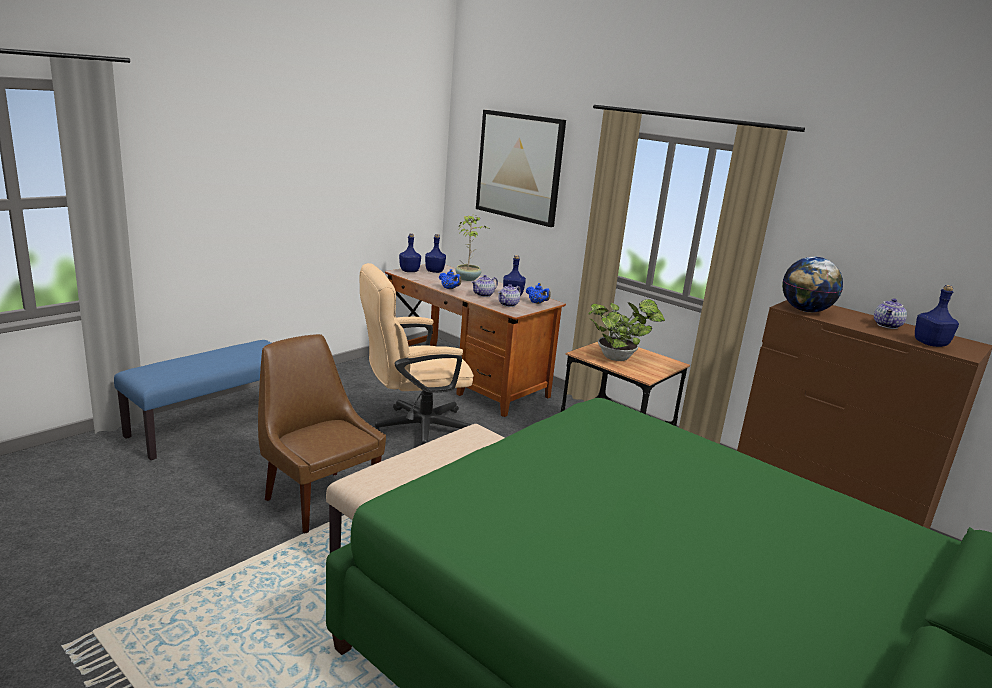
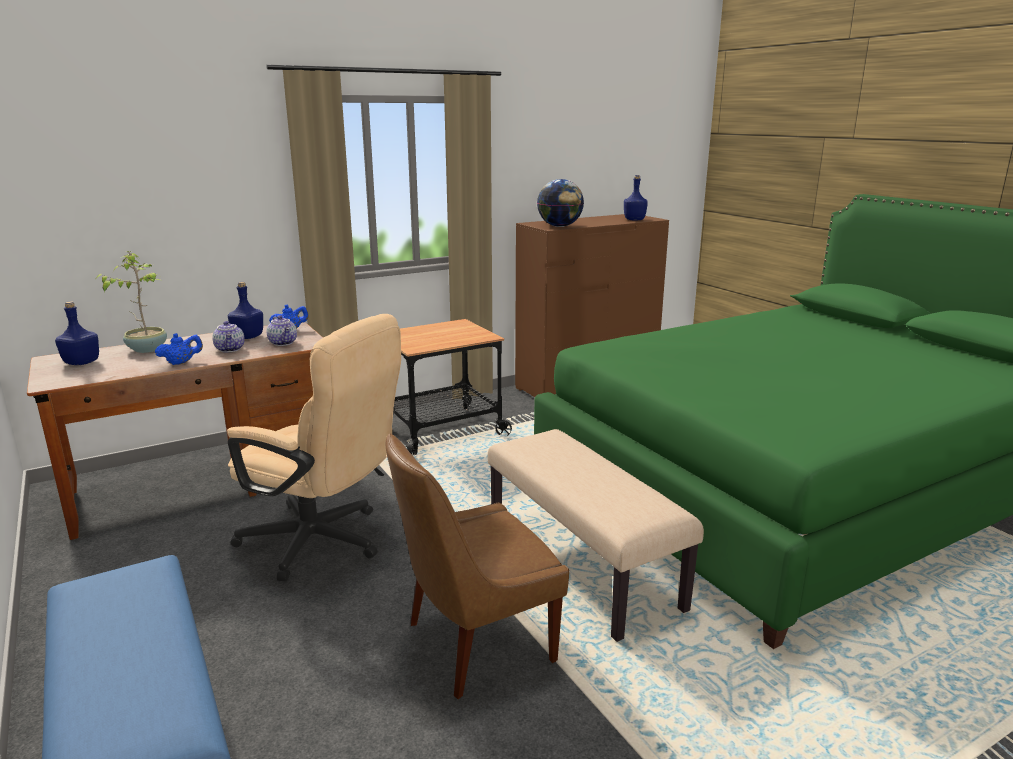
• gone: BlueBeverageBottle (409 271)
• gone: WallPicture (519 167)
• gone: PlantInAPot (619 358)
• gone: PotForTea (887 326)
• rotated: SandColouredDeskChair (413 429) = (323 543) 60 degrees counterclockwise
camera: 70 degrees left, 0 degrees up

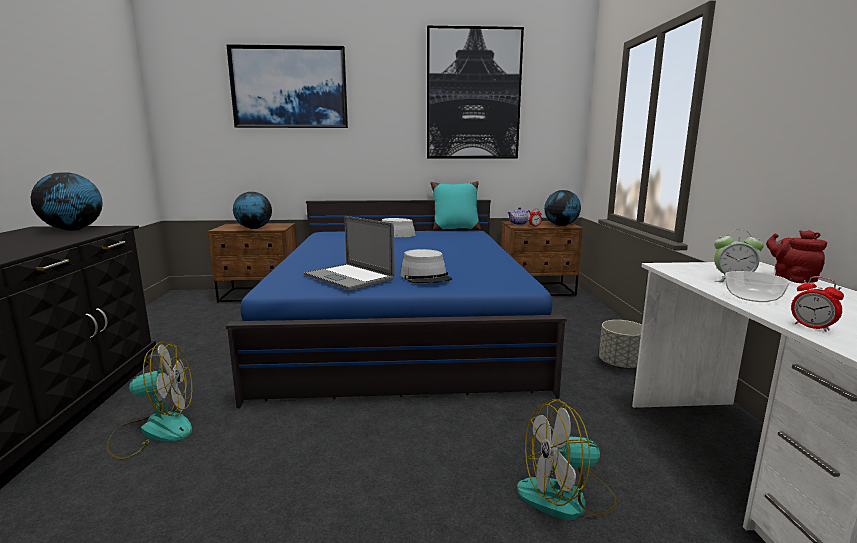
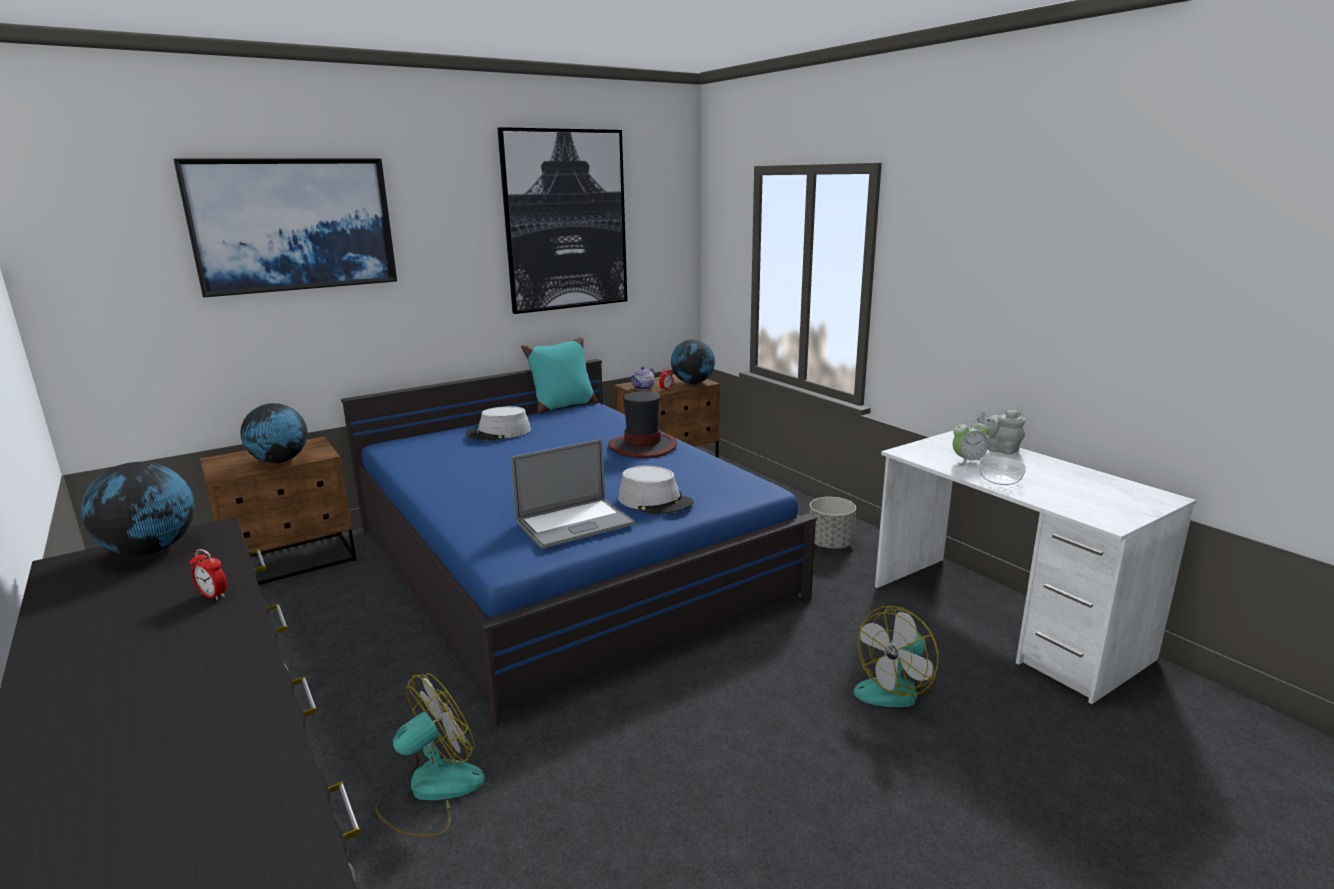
• new: Hat (643 446)
• shifted: TableClock (812 327) to (213 595)
• repainted: ReddishPotForTea (791 279) to GreyishPotForTea (1000 449)
• rotated: NotebookComputer (349 277) = (574 523) 45 degrees counterclockwise
camera: 30 degrees left, 5 degrees up

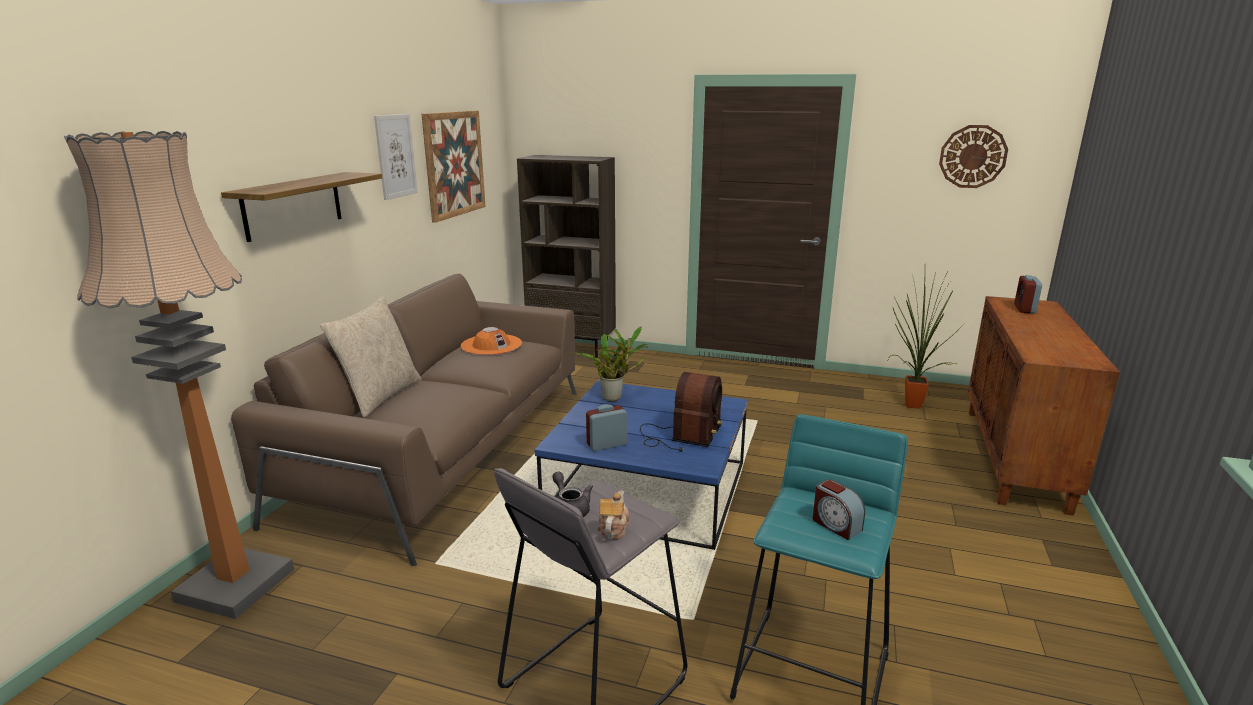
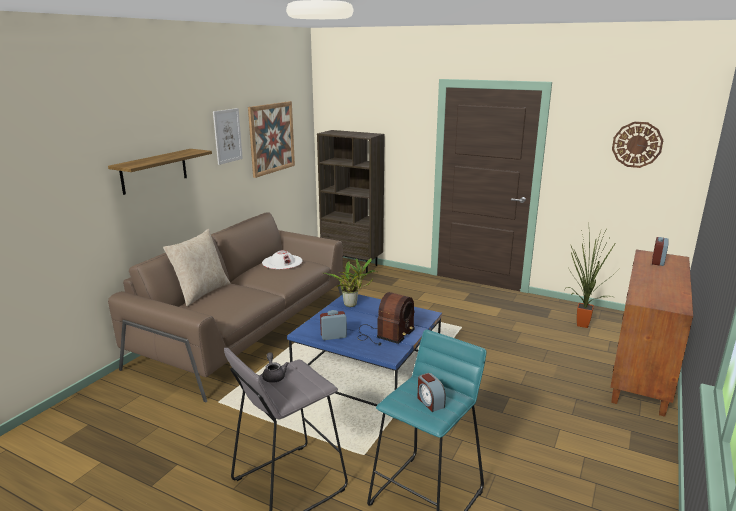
• gone: FloorLamp (235 585)
• gone: PotForTea (613 528)
• repainted: OrangeyHat (491 345) to WhiteHat (282 262)
camera: 10 degrees right, 0 degrees up

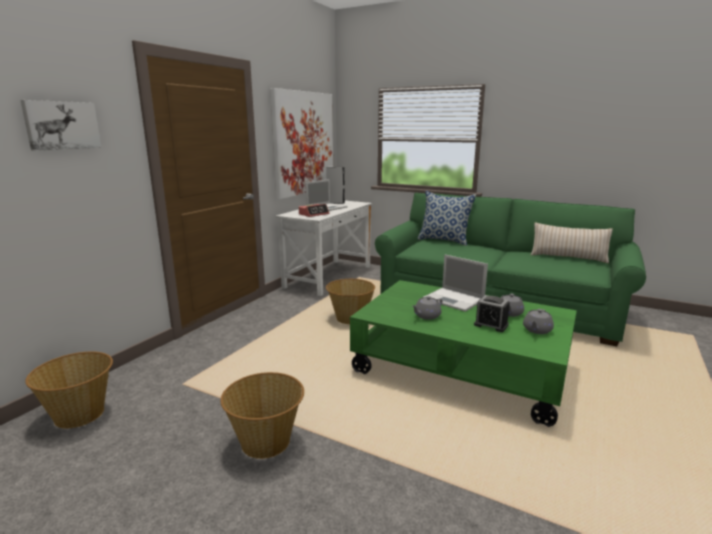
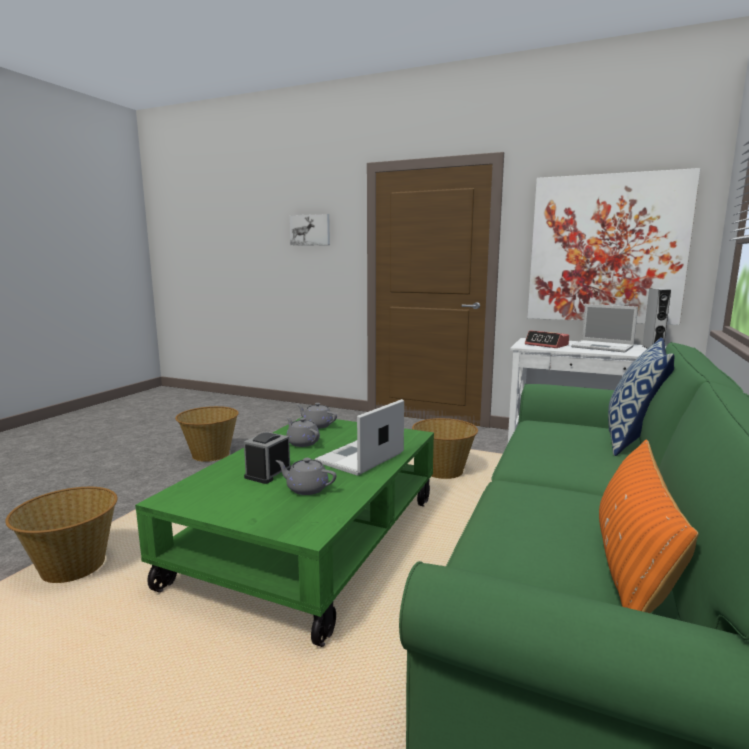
• shifted: HouseholdBasket (80 414) to (72 568)
• shifted: GreyishPotForTea (537 330) to (317 425)
• repainted: SandColouredCushion (568 257) to OrangeyCushion (631 564)
camera: 85 degrees right, 5 degrees down

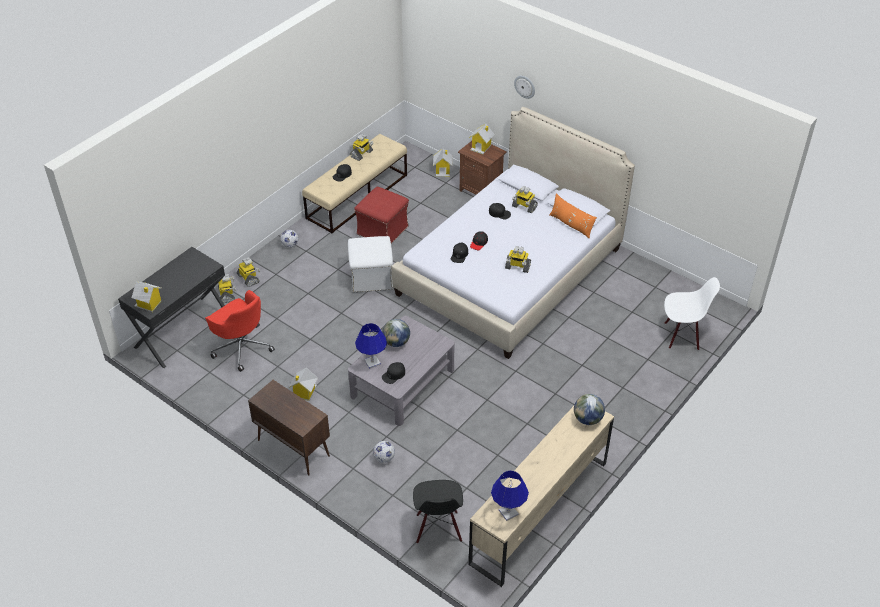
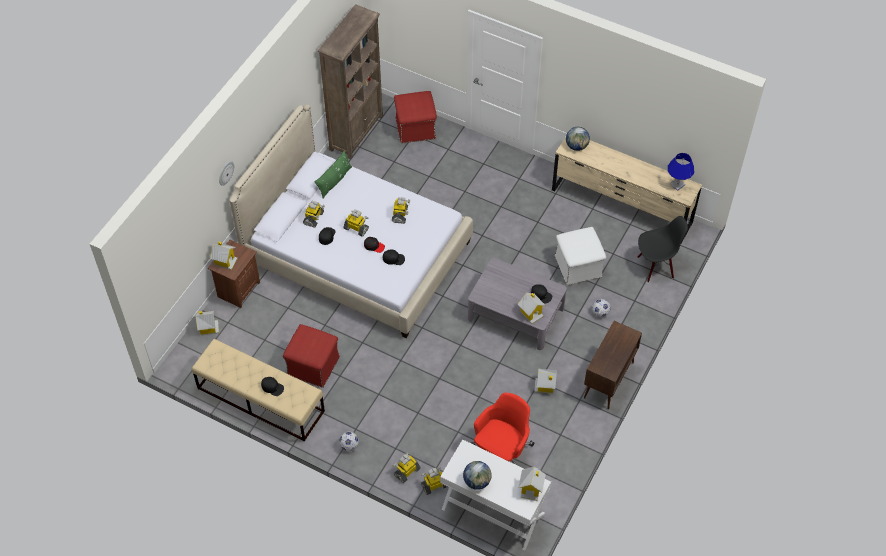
• new: BrownColouredBookshelf (356 132)
• shifted: WhiteOttoman (371 278) to (578 267)
• shifted: ToyRobot (361 154) to (356 228)
• shifted: Globe (396 342) to (477 481)
• swapped: BlueLampForATable (372 362) to ModelHouse (531 313)
• swapped: WhitePlainChair (682 335) to ReddishOttoman (416 128)
• repainted: BlackishDeskTable (182 331) to WhiteDeskTable (492 511)
• repainted: OrangeyCushion (571 225) to GreenishCushion (334 181)
camera: 100 degrees left, 10 degrees up

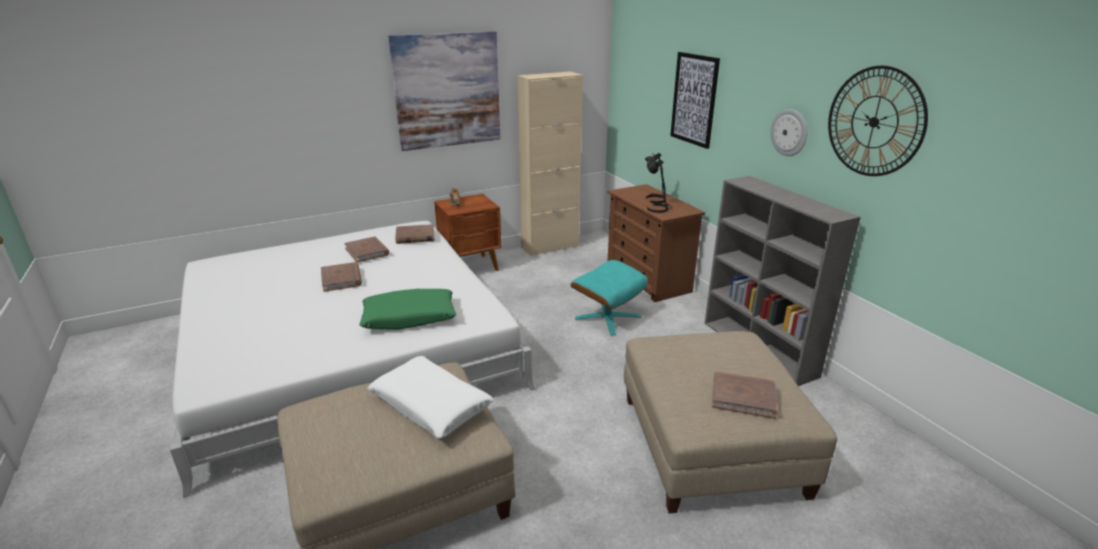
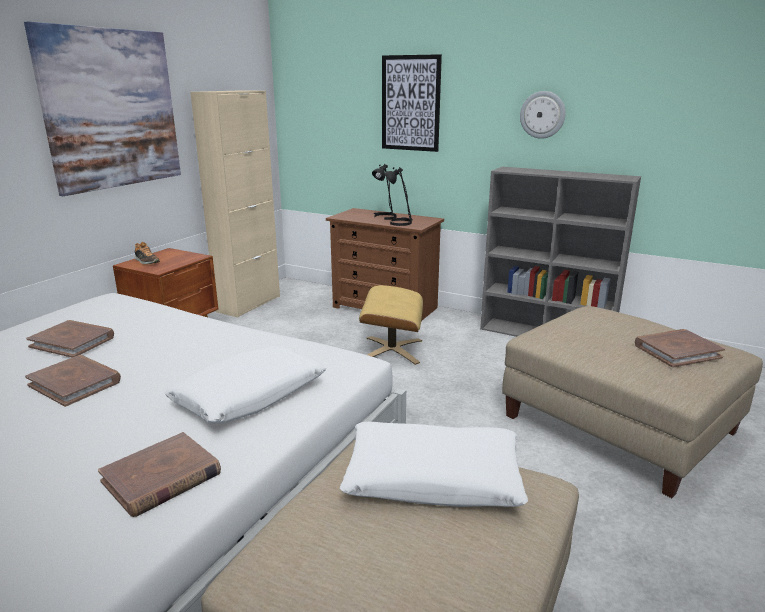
• gone: WallClock (874 122)
• shifted: BrownColouredBook (415 236) to (161 478)
• repainted: GreenishCushion (409 318) to WhiteCushion (250 396)
• repainted: TurquoiseOttoman (607 317) to SandColouredOttoman (391 350)
camera: 35 degrees left, 5 degrees down

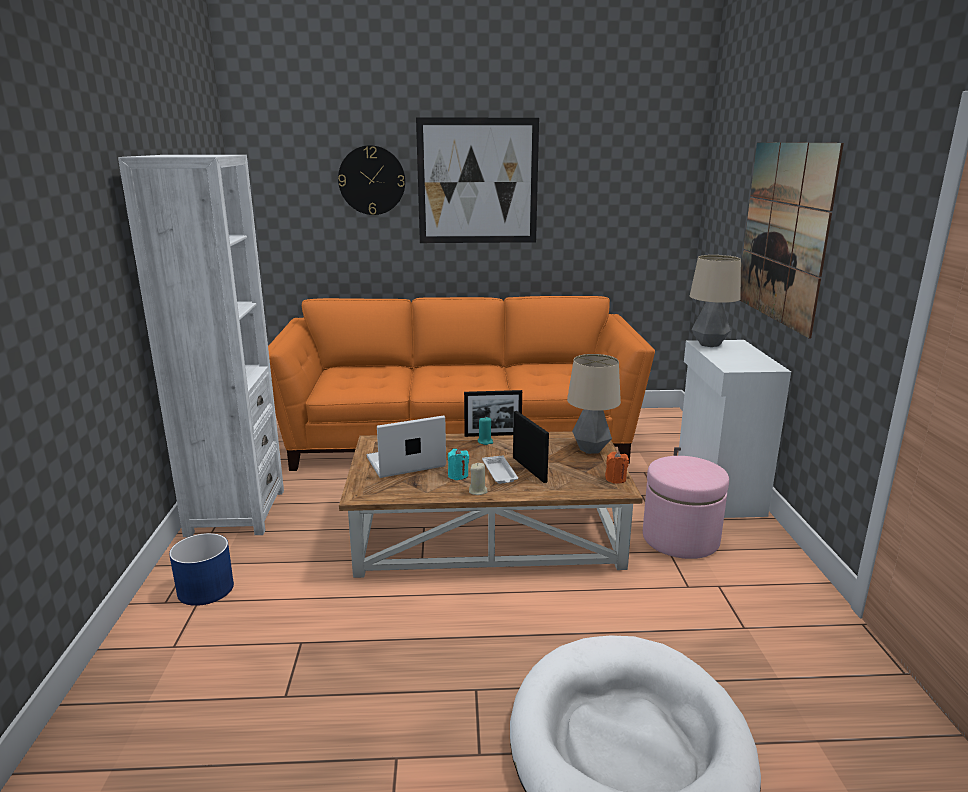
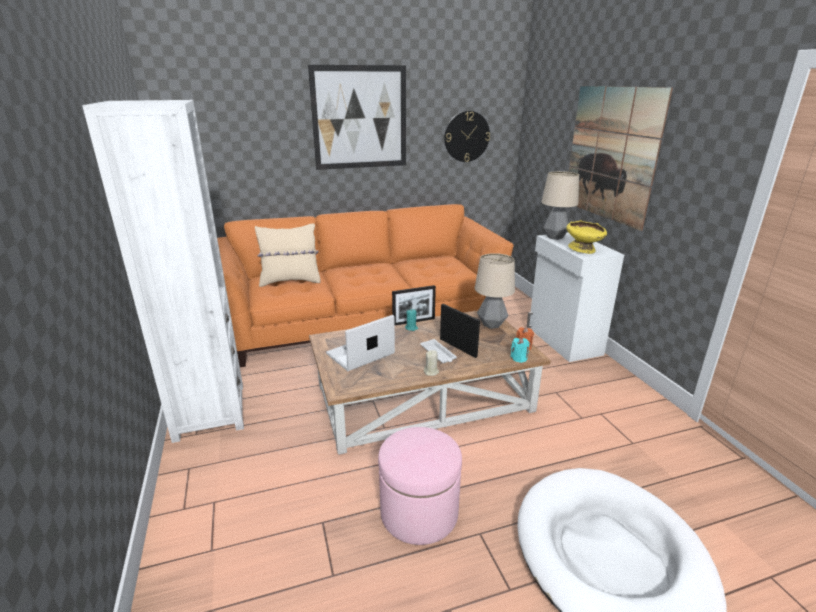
• gone: BlueFlowerPot (205 589)
• new: SandColouredCushion (291 281)
• new: YellowColouredBowl (583 250)
• shifted: WallClock (372 180) to (466 136)
• shifted: TurquoiseWaxLight (458 475) to (519 358)
• shifted: PinkishOttoman (680 538) to (419 512)
camera: 15 degrees left, 5 degrees up

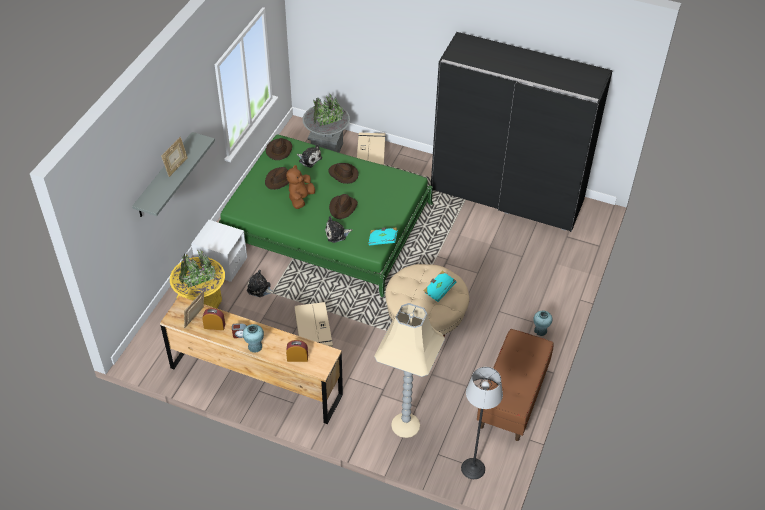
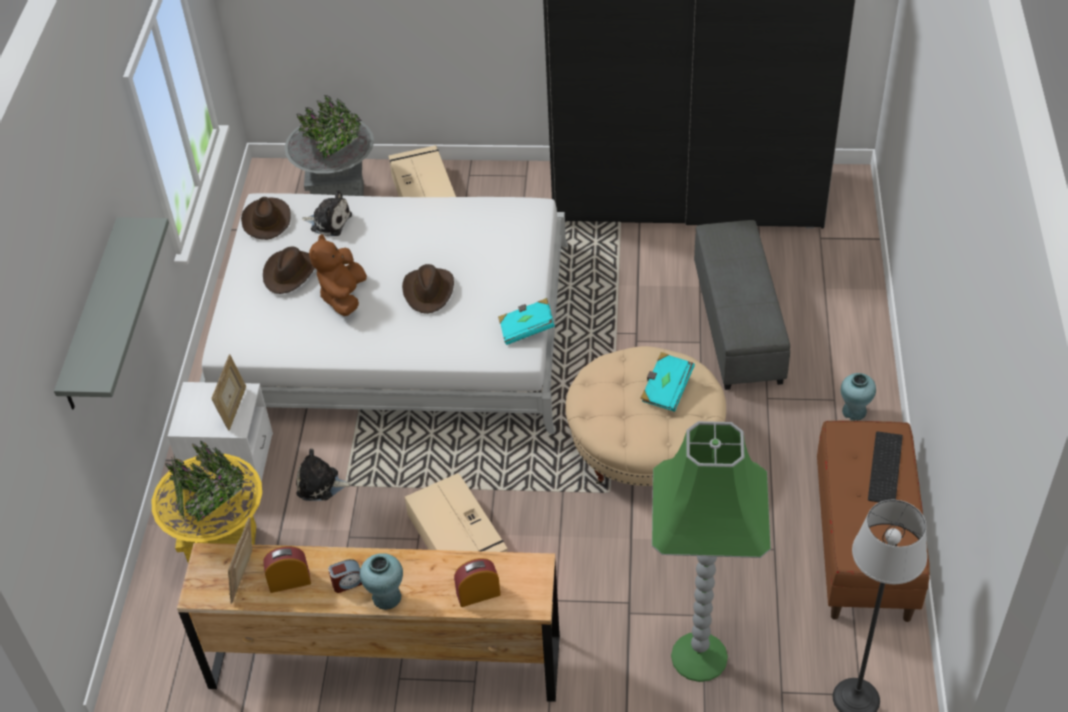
• gone: PlushToy (337 234)
• gone: BrownColouredHat (343 174)
• new: GreyishOttoman (739 324)
• new: ComputerKeyboard (887 468)
• shifted: PictureFrame (176 167) to (234 409)
• repainted: GreenishBedroomBed (326 223) to WhiteBedroomBed (394 331)
• repainted: SandColouredFloorLamp (405 424) to GreenishFloorLamp (698 656)
camera: 15 degrees left, 0 degrees up

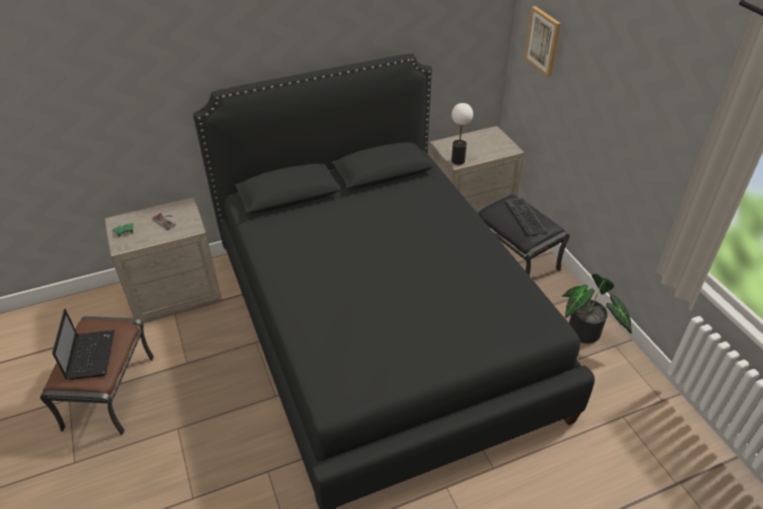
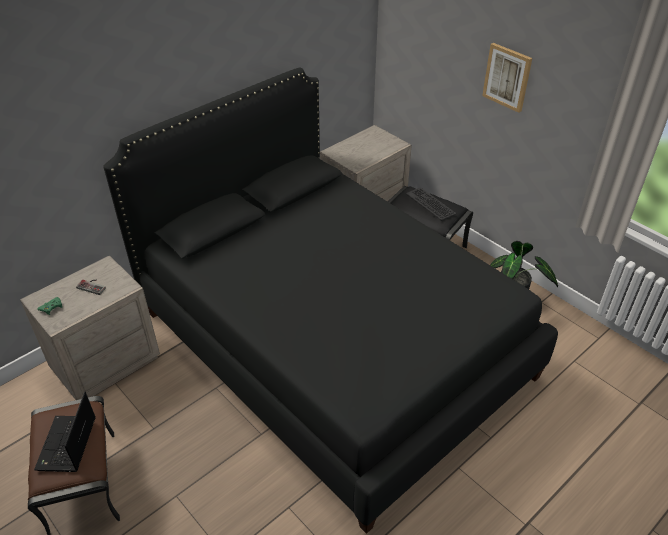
• gone: LampForATable (458 160)
• shifted: WallPicture (543 41) to (507 77)
• rotated: NotebookComputer (90 354) = (67 445) 150 degrees counterclockwise
camera: 20 degrees left, 0 degrees up

